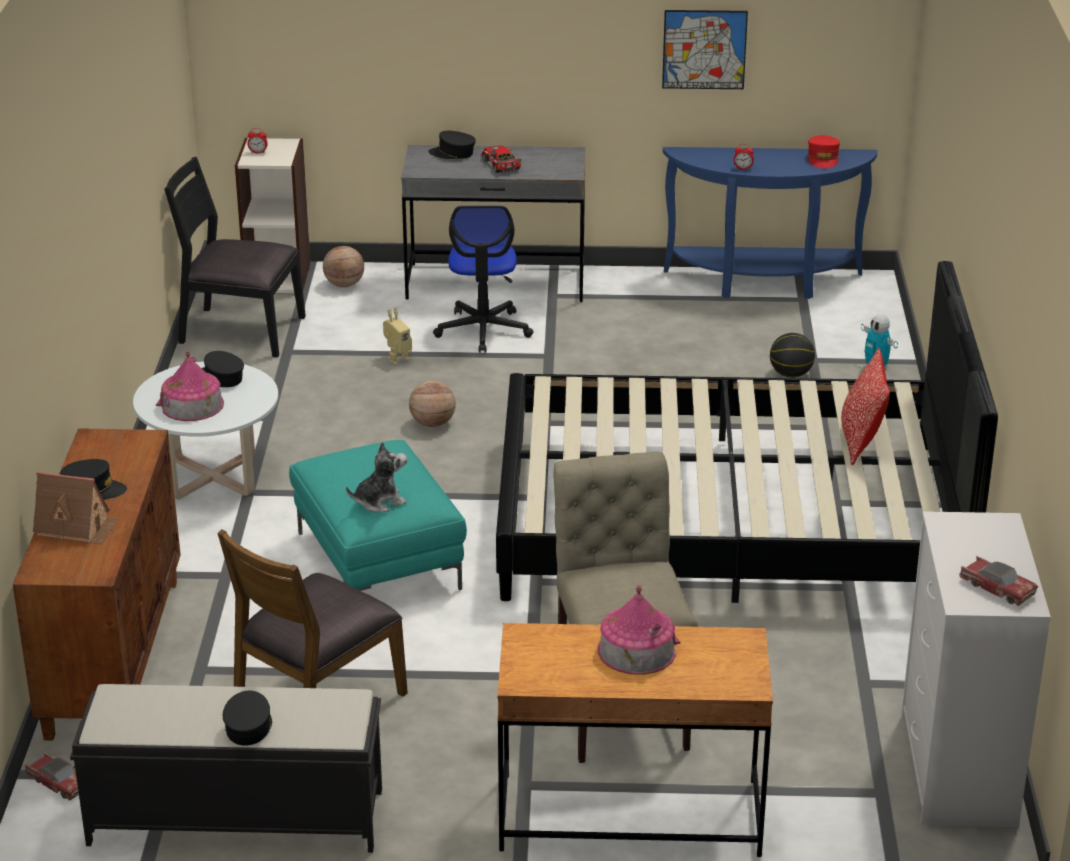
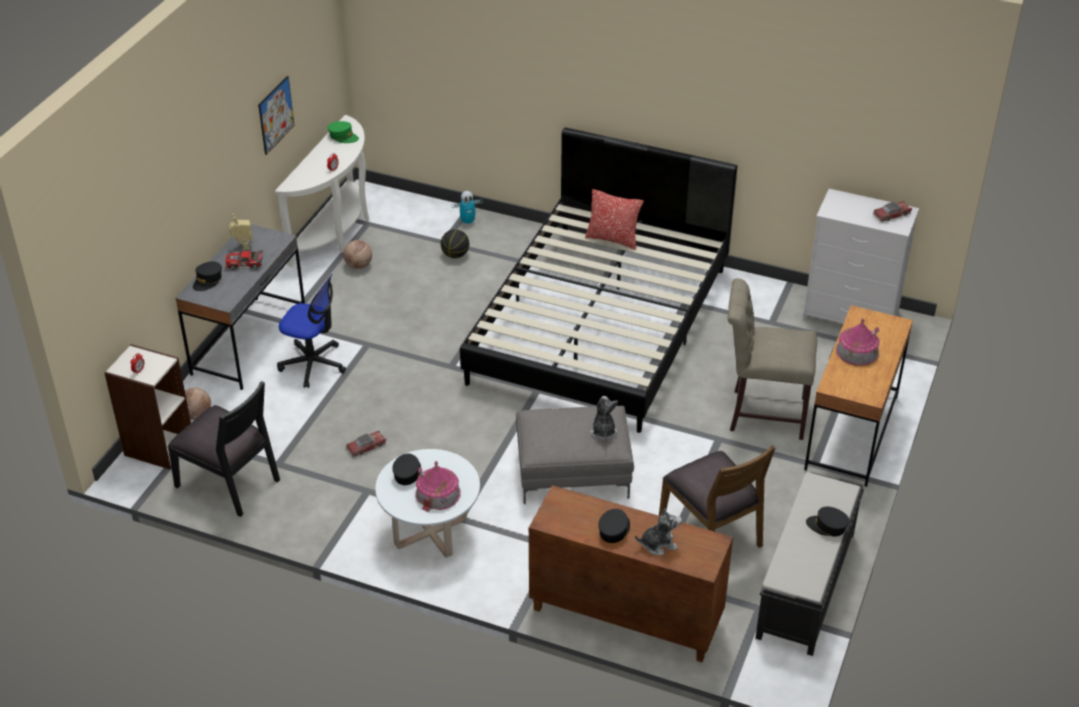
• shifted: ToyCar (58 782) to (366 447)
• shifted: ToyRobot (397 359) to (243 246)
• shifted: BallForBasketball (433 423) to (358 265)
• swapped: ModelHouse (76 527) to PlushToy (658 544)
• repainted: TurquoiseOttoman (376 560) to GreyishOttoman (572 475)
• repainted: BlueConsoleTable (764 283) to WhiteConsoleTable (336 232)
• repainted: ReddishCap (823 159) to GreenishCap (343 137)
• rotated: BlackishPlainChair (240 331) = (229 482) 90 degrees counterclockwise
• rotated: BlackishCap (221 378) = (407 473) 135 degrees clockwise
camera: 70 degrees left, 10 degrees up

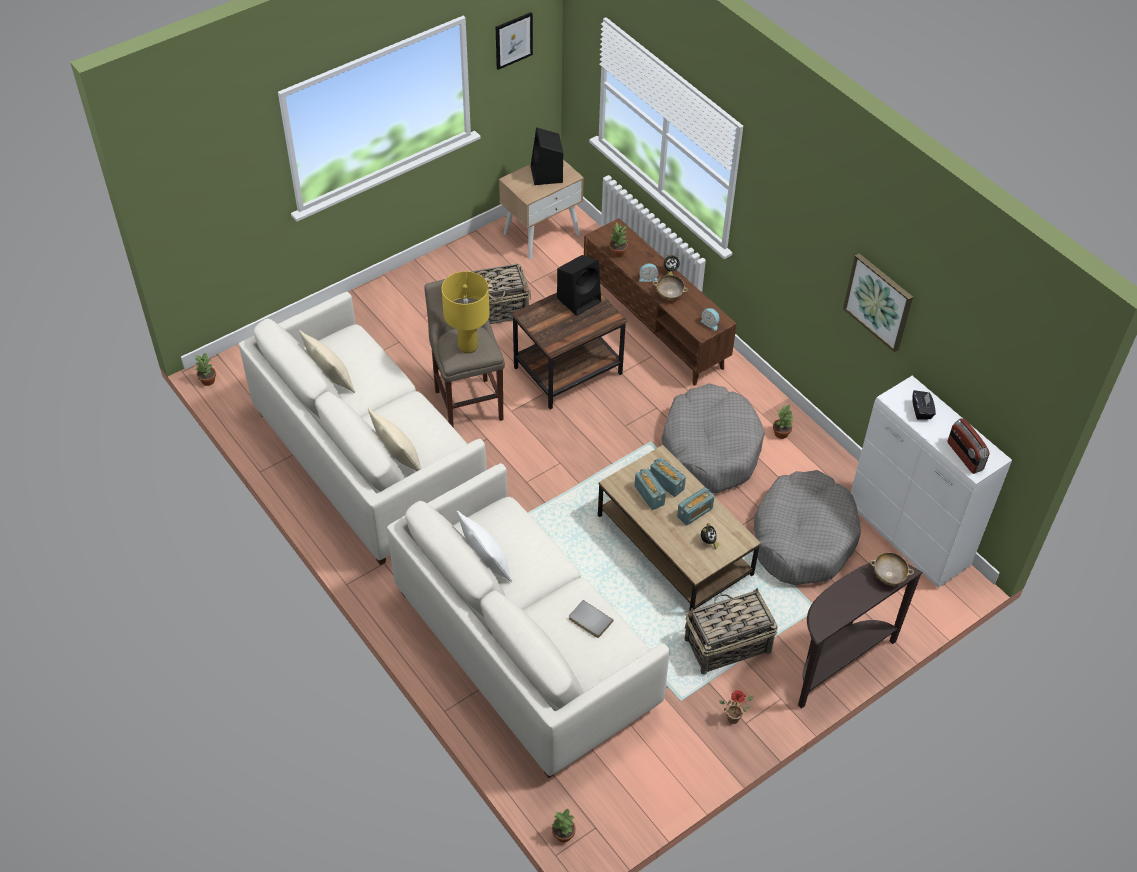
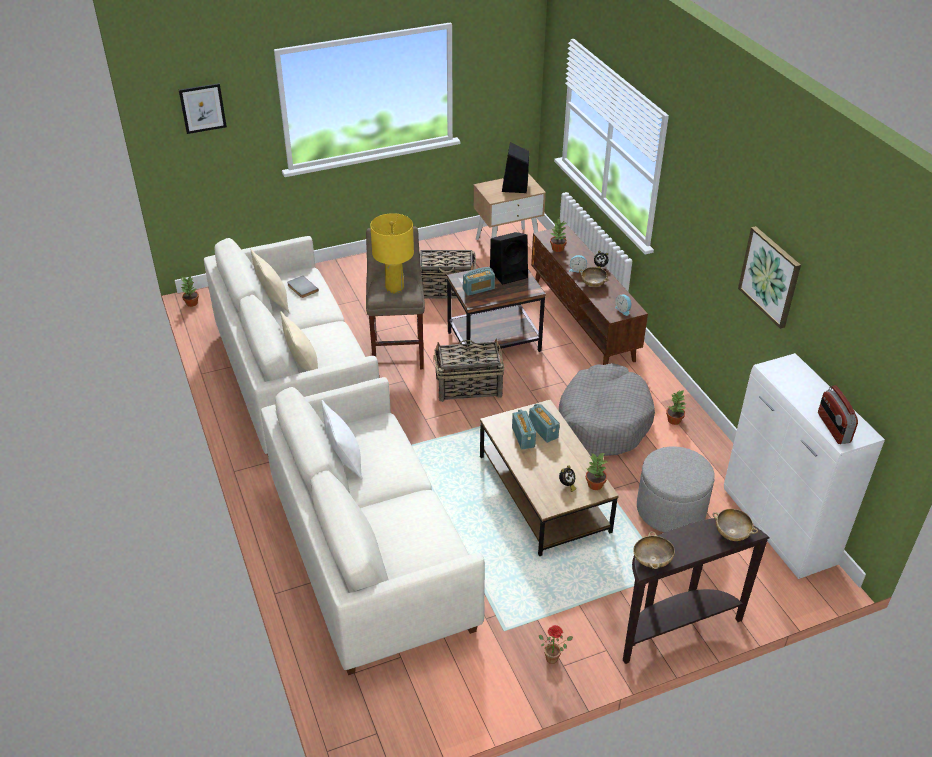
• gone: BlackishTissueBox (921 411)
• new: SandColouredBowl (652 560)
• shifted: WallPicture (513 40) to (202 108)
• shifted: PlantInAPot (563 834) to (594 484)
• shifted: GreyishBook (589 621) to (301 288)
• shifted: RadioSet (695 512) to (478 289)
• shifted: HouseholdBasket (726 645) to (468 387)
• swapped: GreyishPetBed (803 537) to GreyishOttoman (670 509)
camera: 15 degrees right, 10 degrees down

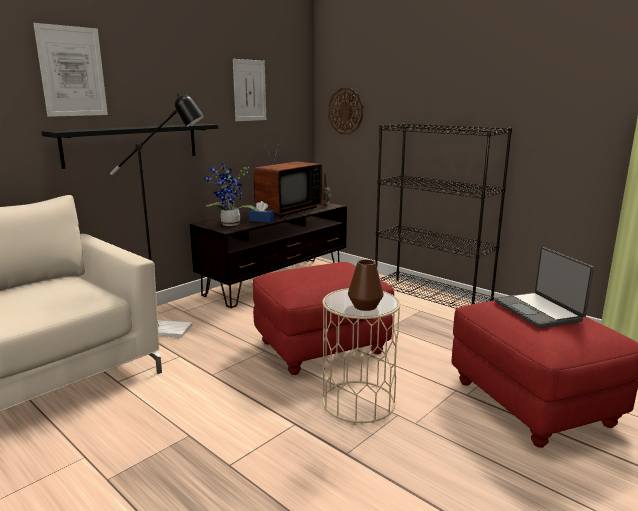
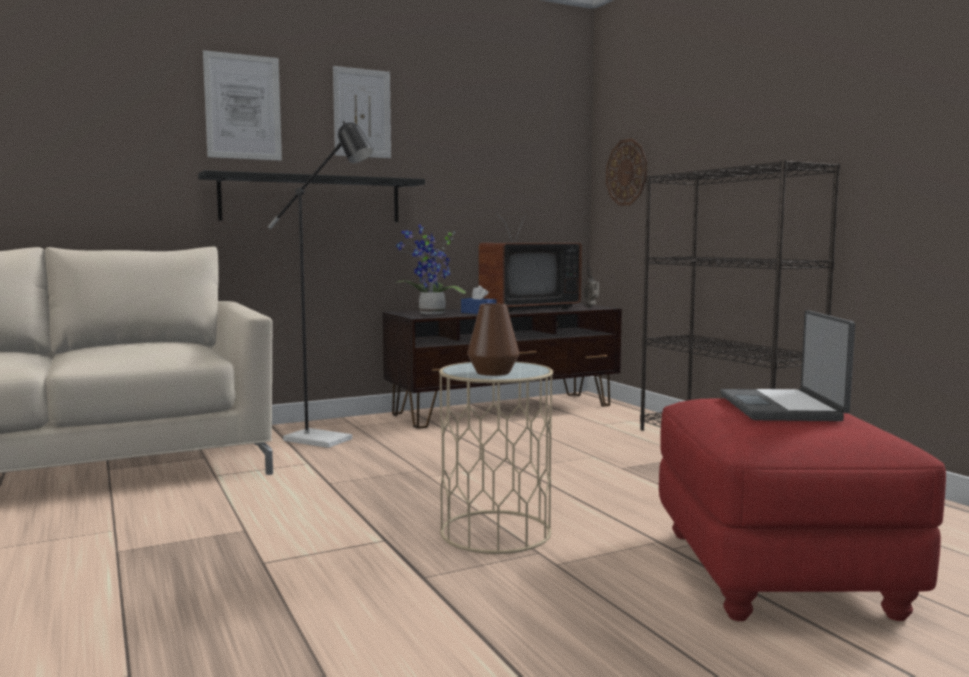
• gone: ReddishOttoman (321 347)
• shifted: WallPicture (249 90) to (362 113)
camera: 20 degrees right, 10 degrees down

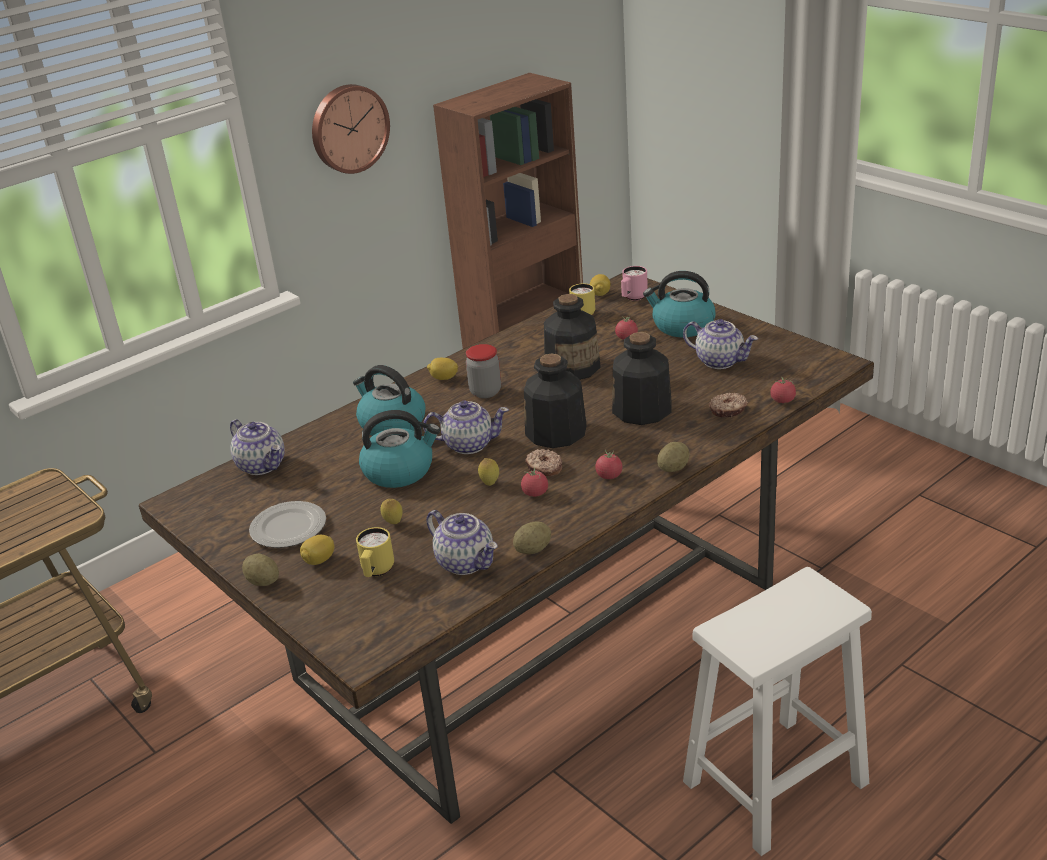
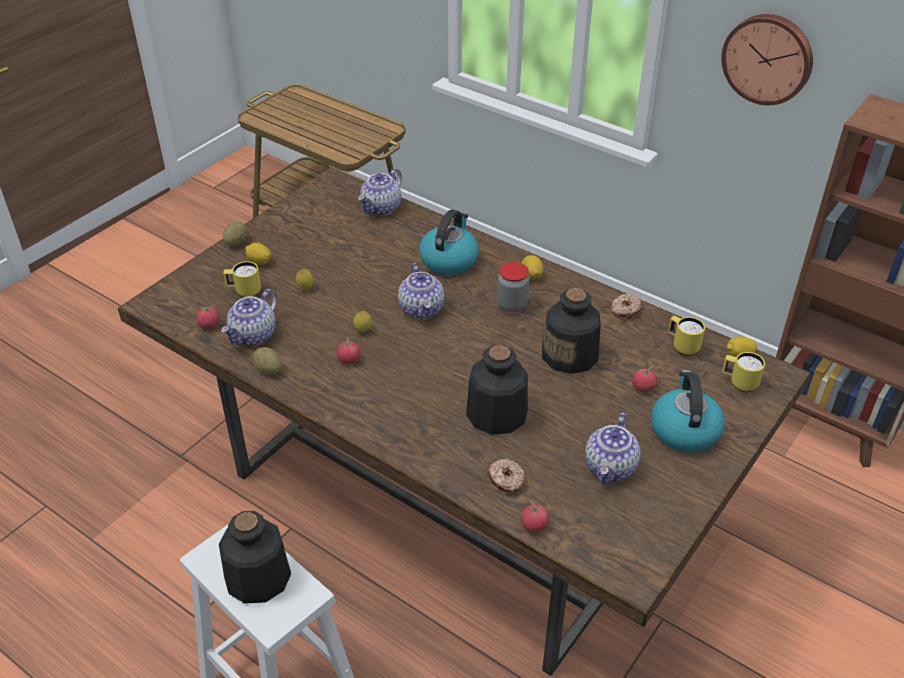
• gone: FlatDish (288 528)
• gone: TeaKettle (399 471)
• gone: Potato (673 468)
• shifted: BeverageBottle (556 433) to (257 577)
• shifted: Donut (544 468) to (625 310)
• shifted: FreshTomato (609 476) to (209 325)
• repainted: PinkishTeaMug (633 298) to YellowColouredTeaMug (739 383)
camera: 75 degrees right, 10 degrees up

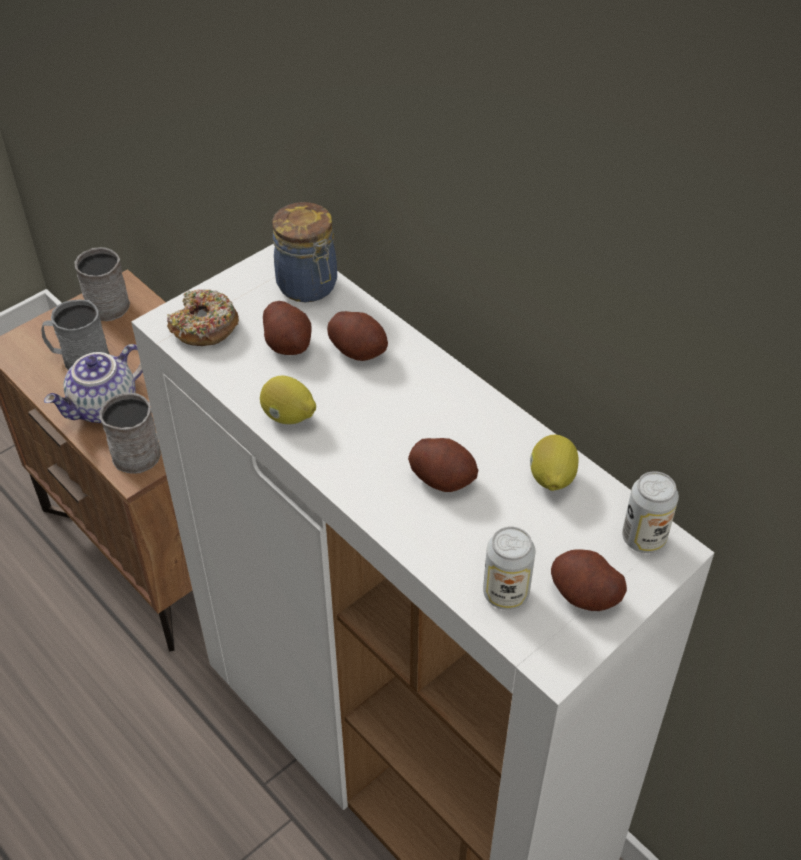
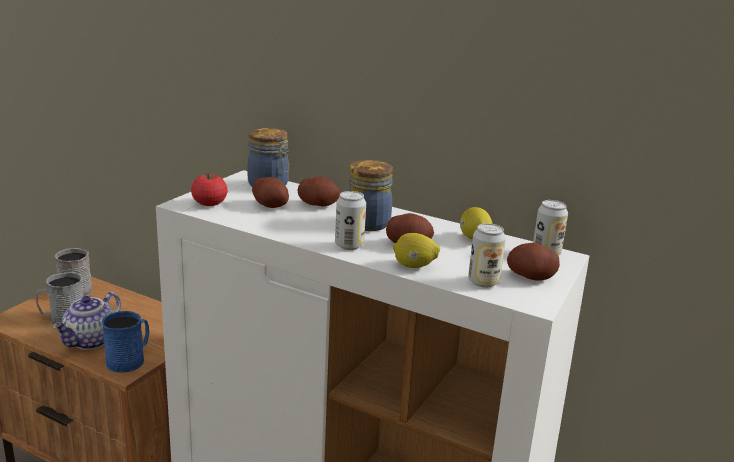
• new: MetalCan (349 245)
• new: PreserveJar (366 223)
• shifted: WholeLemon (288 417) to (414 266)
• swapped: Donut (204 327) to FreshTomato (209 204)
• repainted: GreyishTeaMug (143 451) to BlueTeaMug (130 360)
camera: 20 degrees left, 25 degrees down

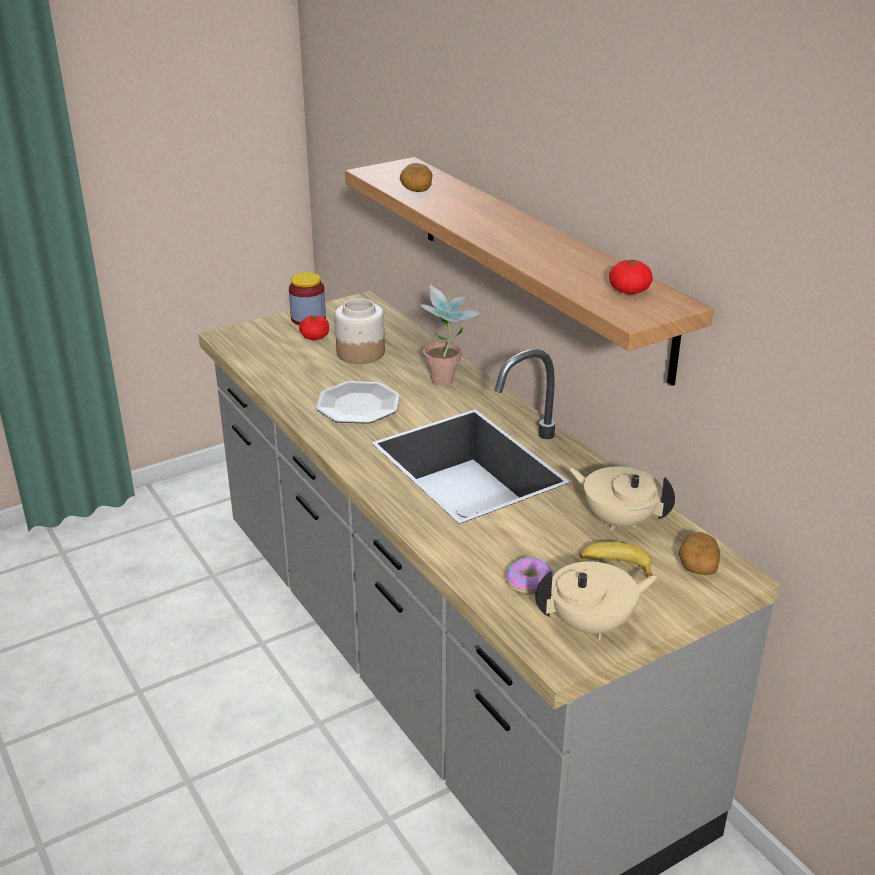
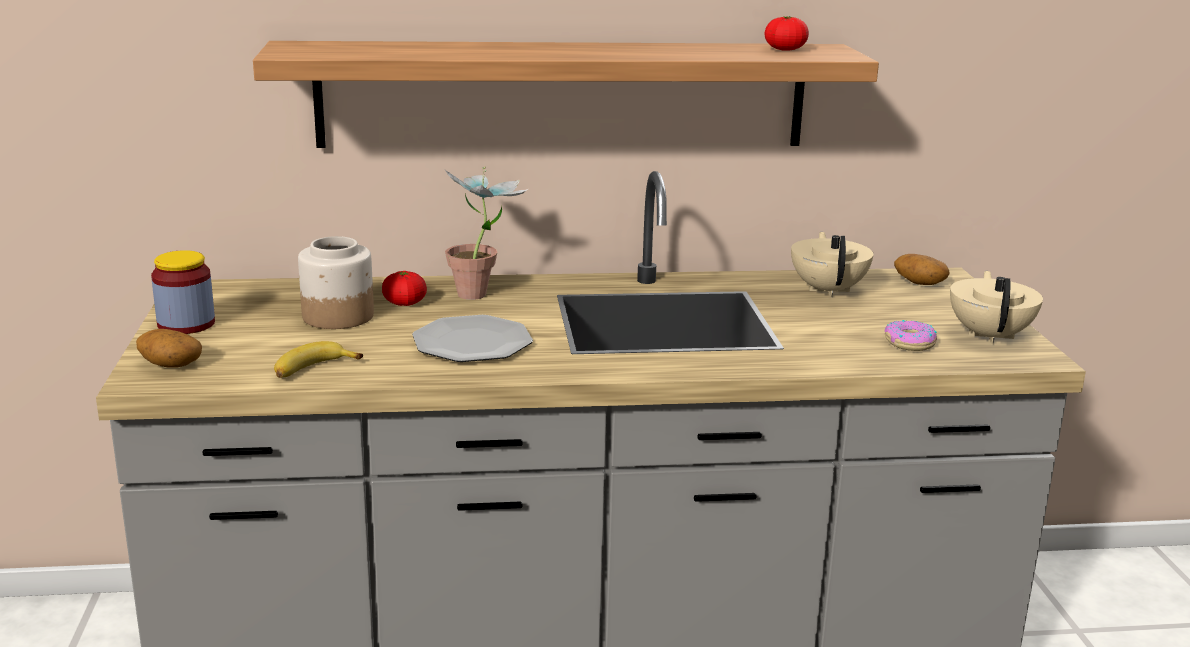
• shifted: FreshTomato (315 337) to (404 303)
• shifted: Potato (416 189) to (170 364)
• shifted: WholeBanana (615 565) to (312 370)
• rotated: SandColouredPotForTea (618 520) = (828 290) 120 degrees clockwise
camera: 65 degrees left, 10 degrees down

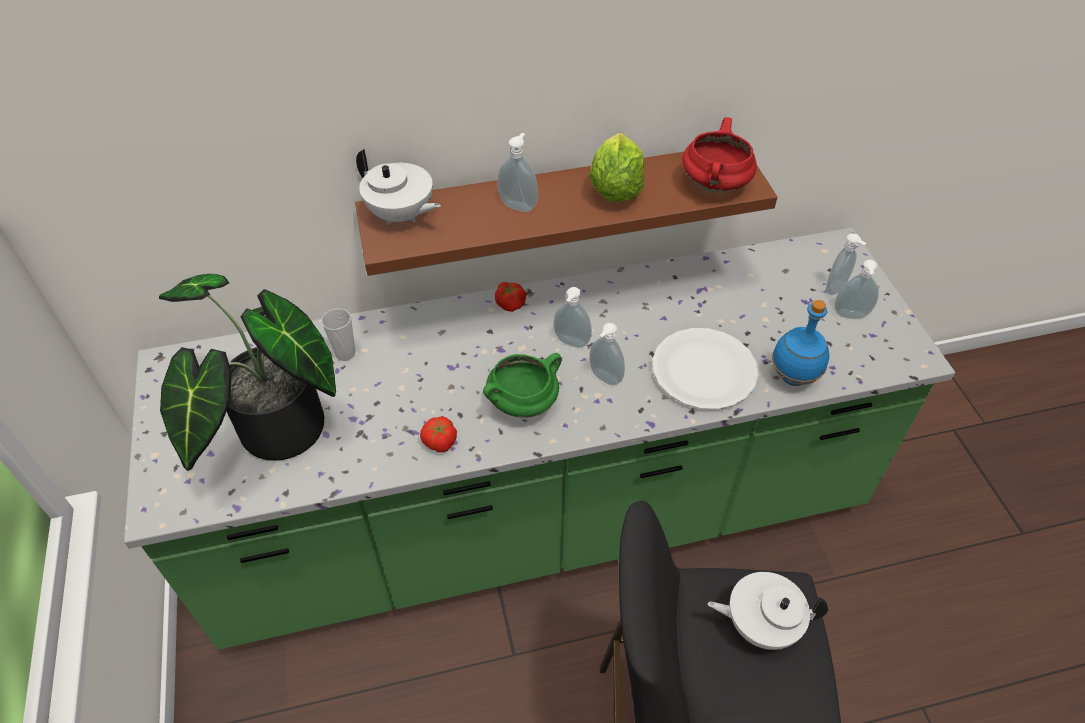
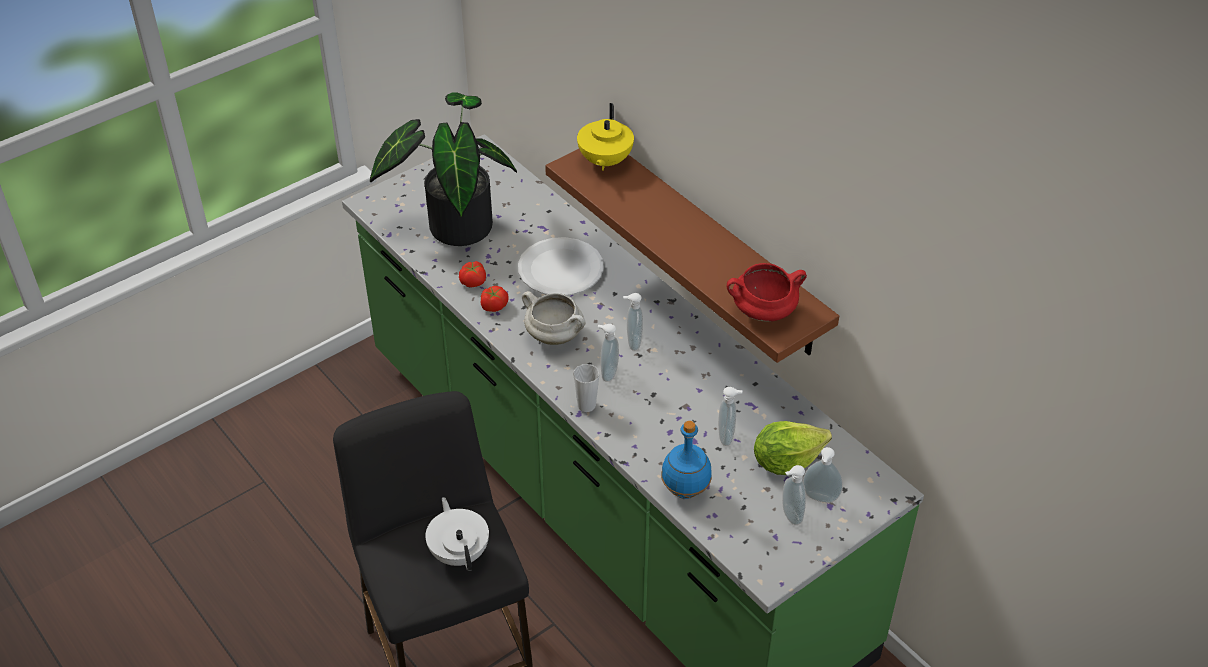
• shifted: SmallCup (345 353) to (586 405)
• shifted: FreshTomato (510 303) to (473 281)
• shifted: LiquidSoapBottle (519 205) to (727 437)
• shifted: LettuceHead (615 189) to (786 461)
• shifted: WhiteFlatDish (704 370) to (560 269)
• repainted: WhitePotForTea (401 215) to YellowColouredPotForTea (604 161)
• repainted: GreenishStockpot (523 402) to WhiteStockpot (555 336)
camera: 65 degrees right, 5 degrees down

